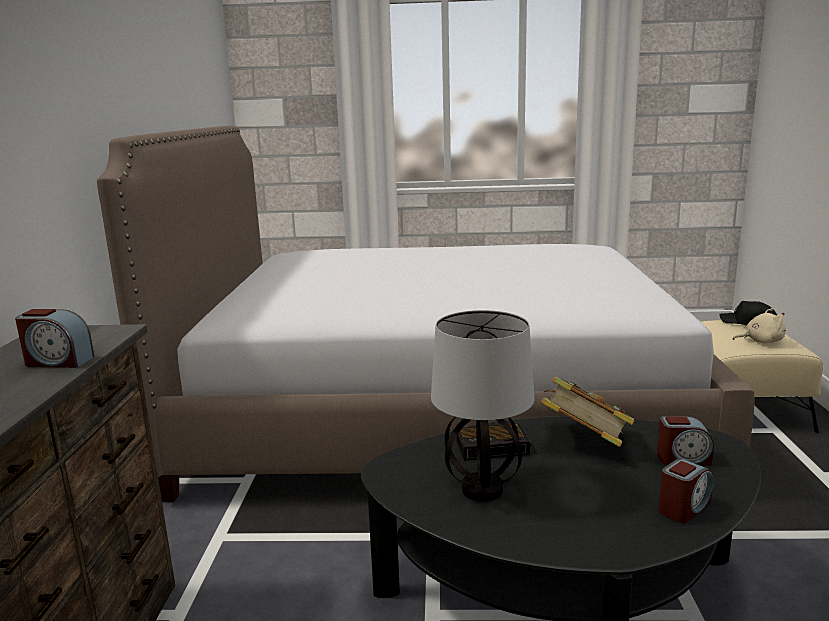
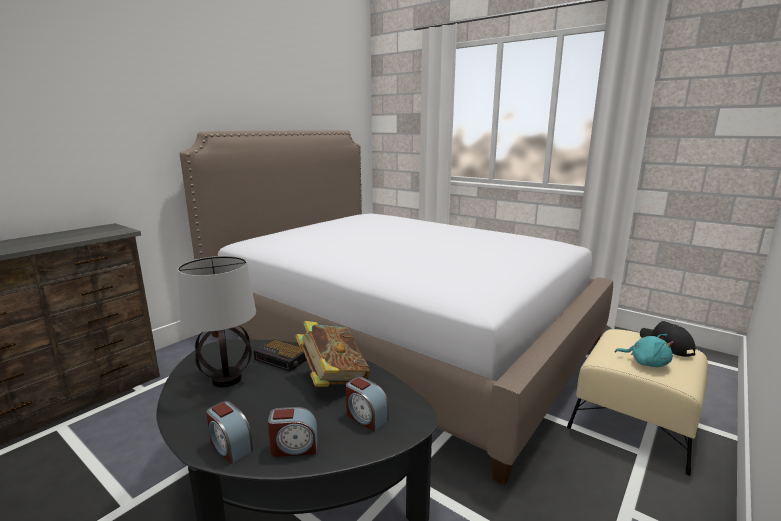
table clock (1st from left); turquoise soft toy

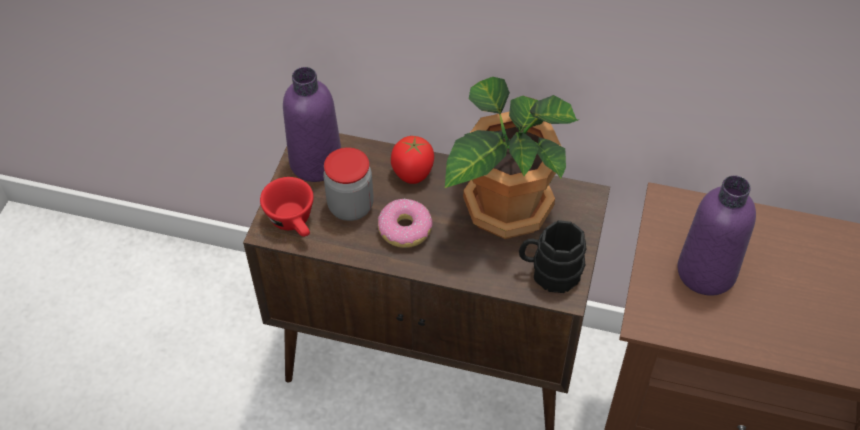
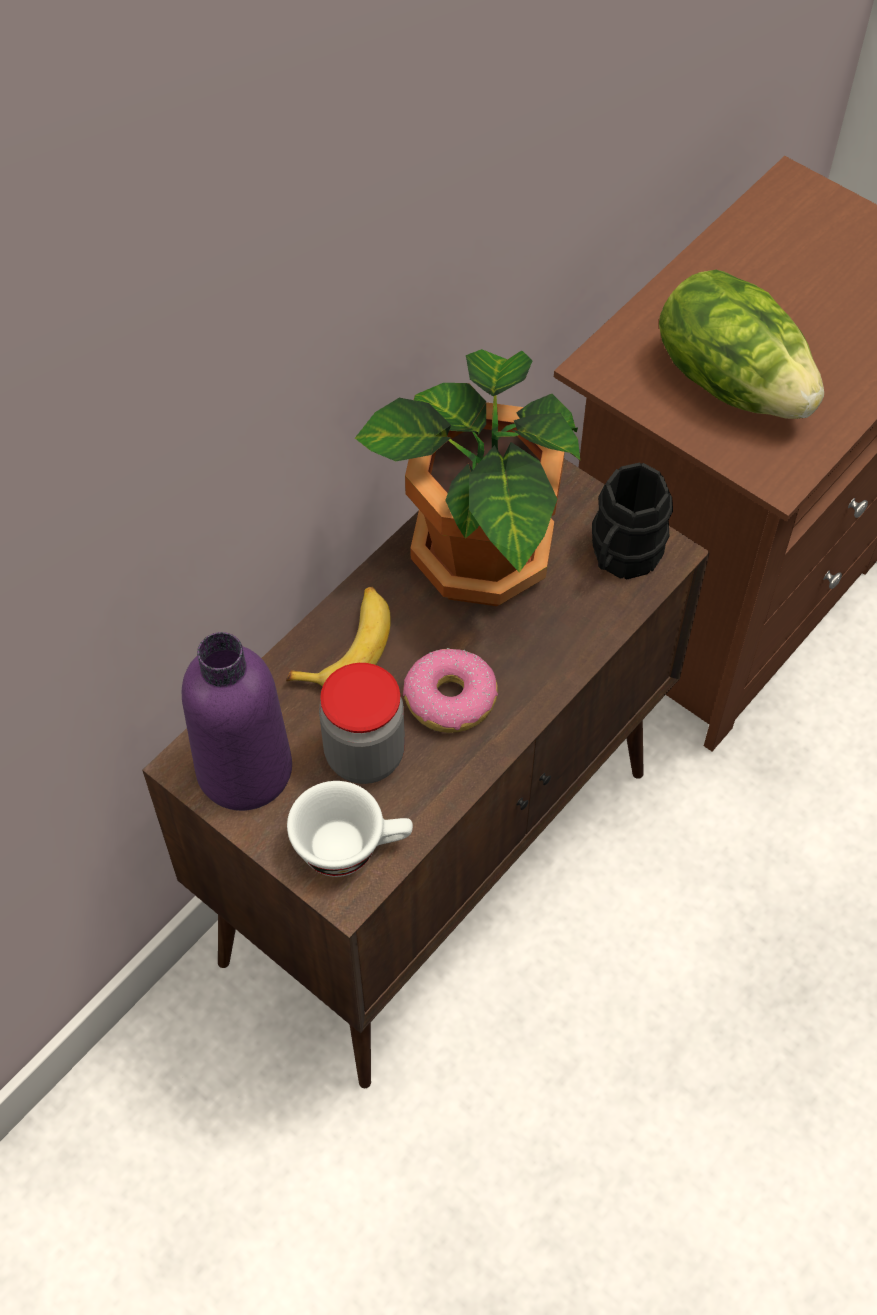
banana fruit; white small cup; head of lettuce

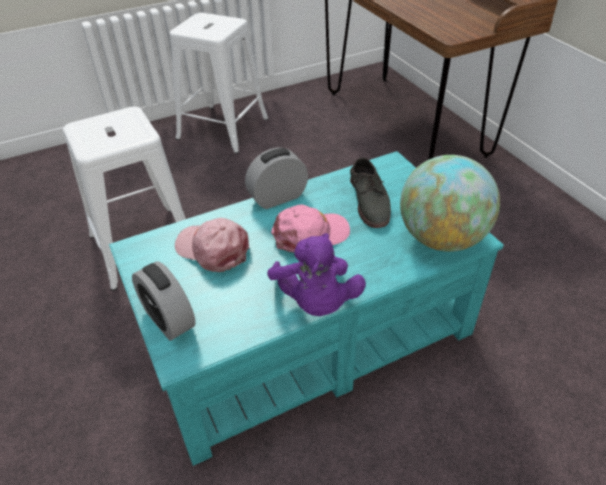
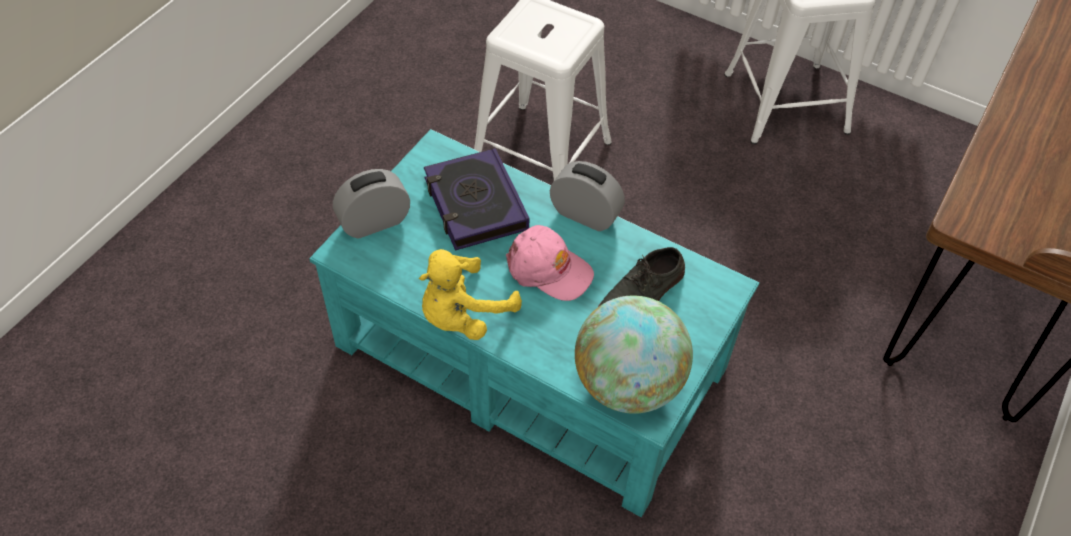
table clock (1st from left); yellow-coloured soft toy; bound book

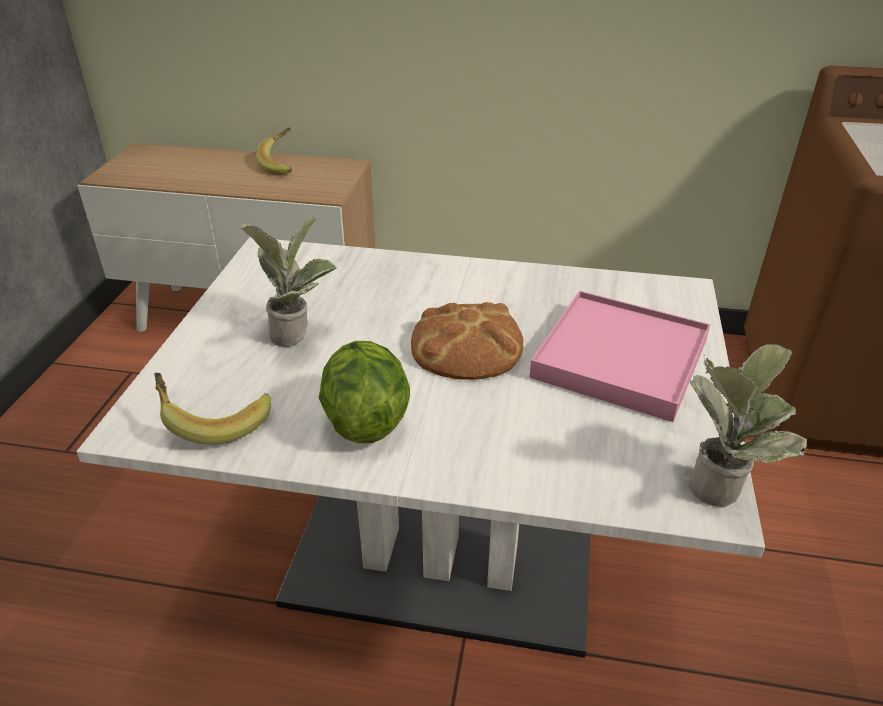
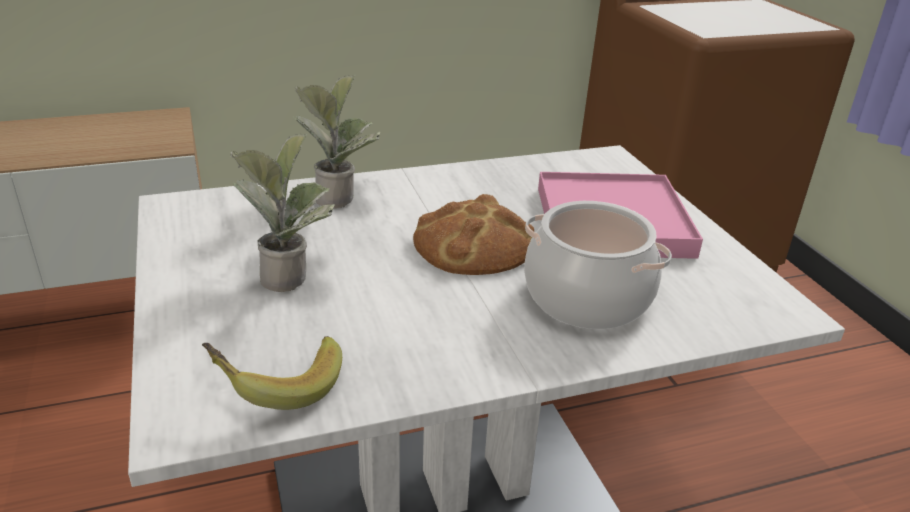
houseplant (2nd from left); stockpot; banana fruit (2nd from left in the first image); head of lettuce

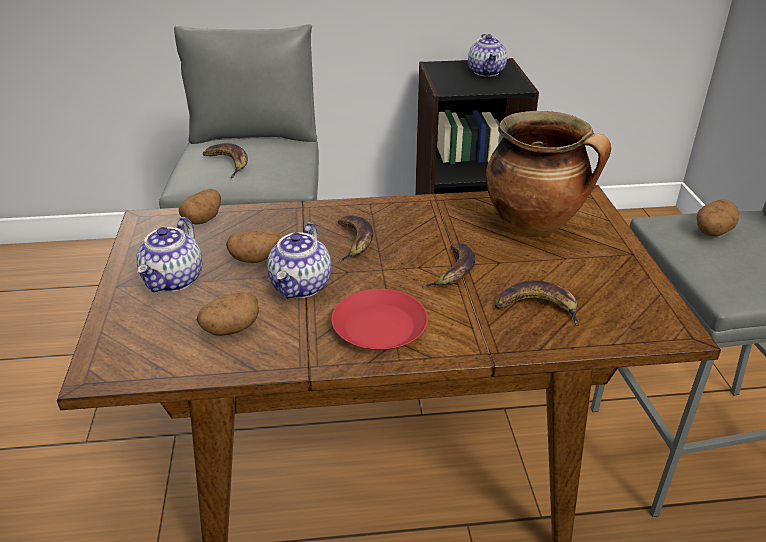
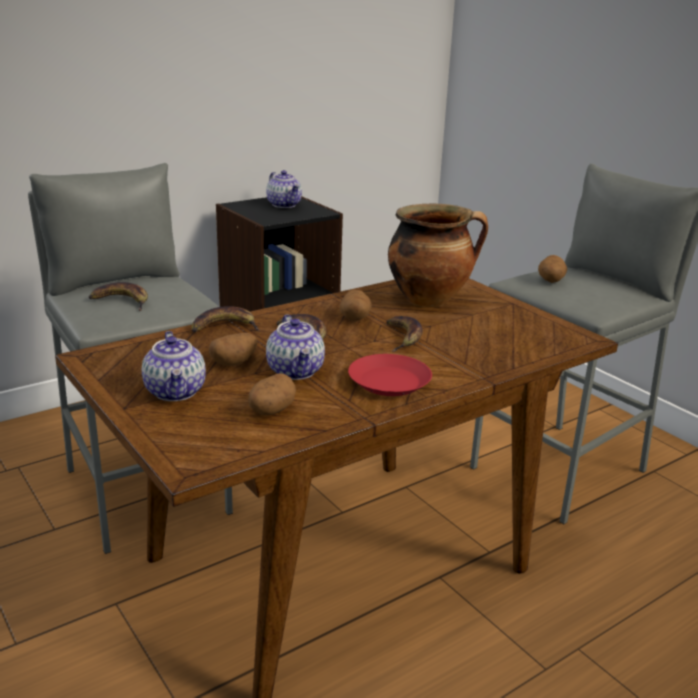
banana fruit (2nd from left); spud (3rd from left)

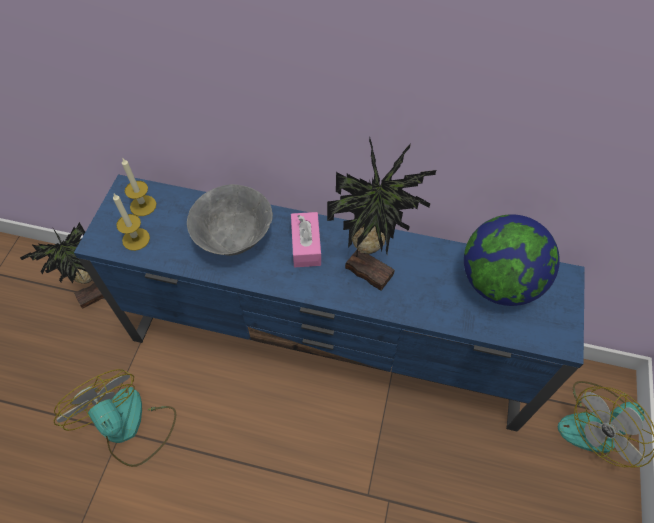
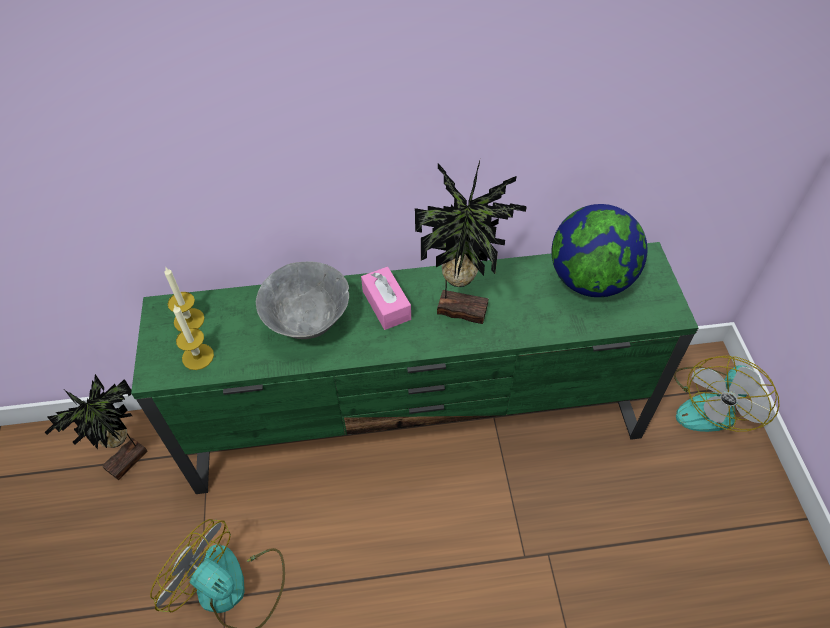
green media console

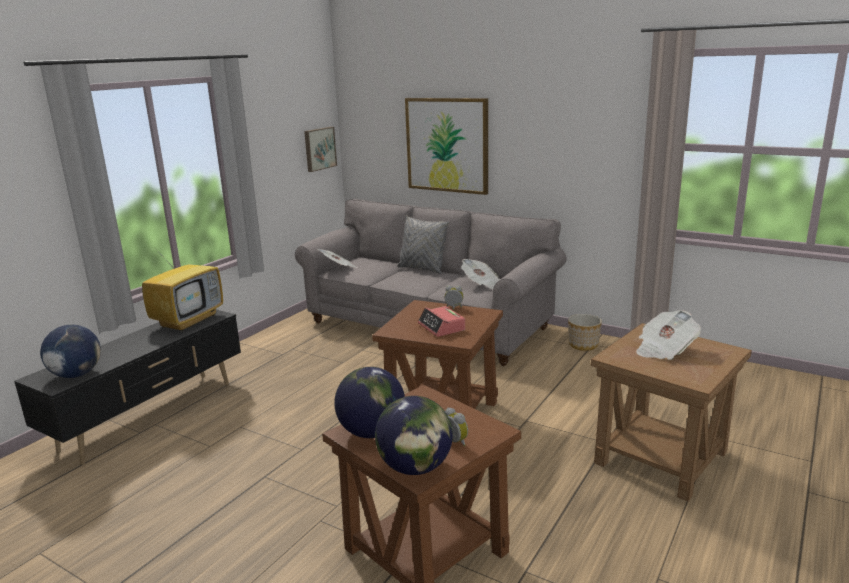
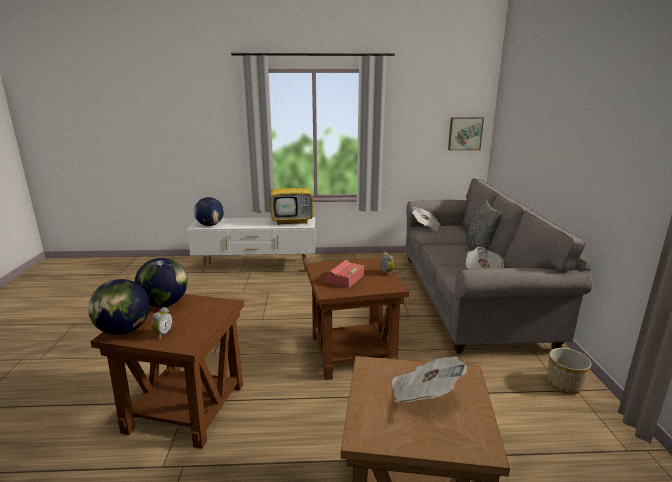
white media console; wall art (2nd from left in the first image)

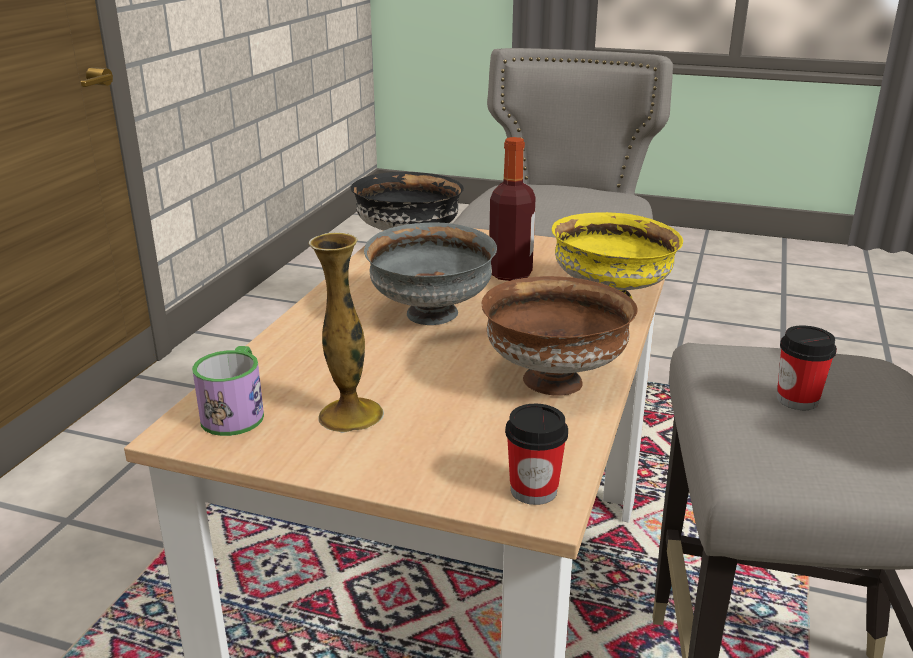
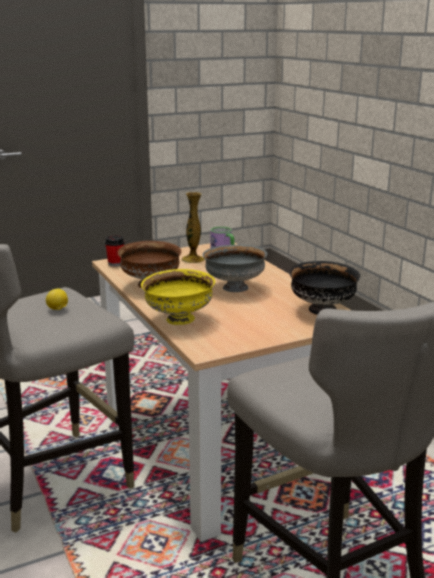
lemon; bottle

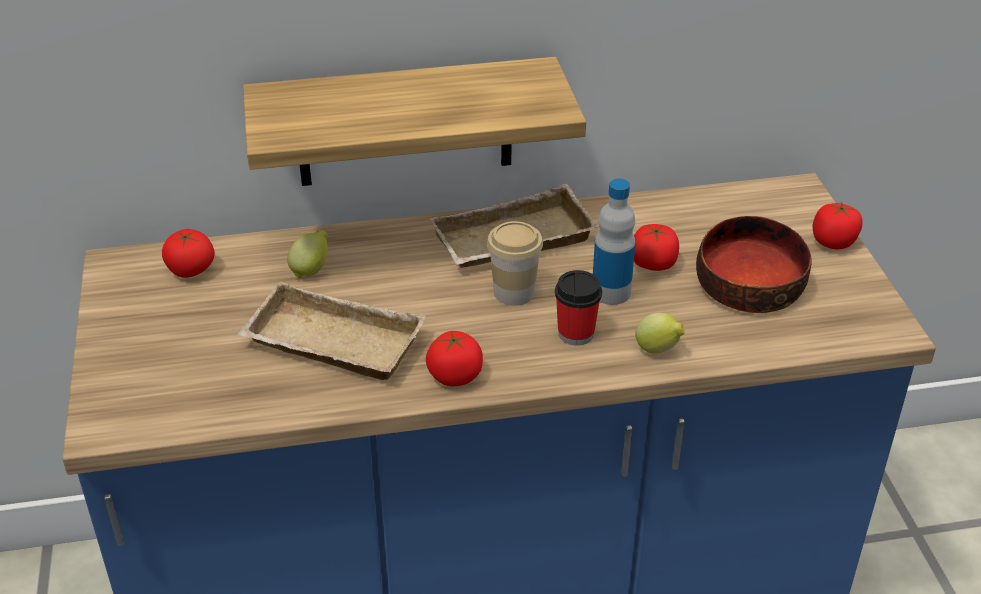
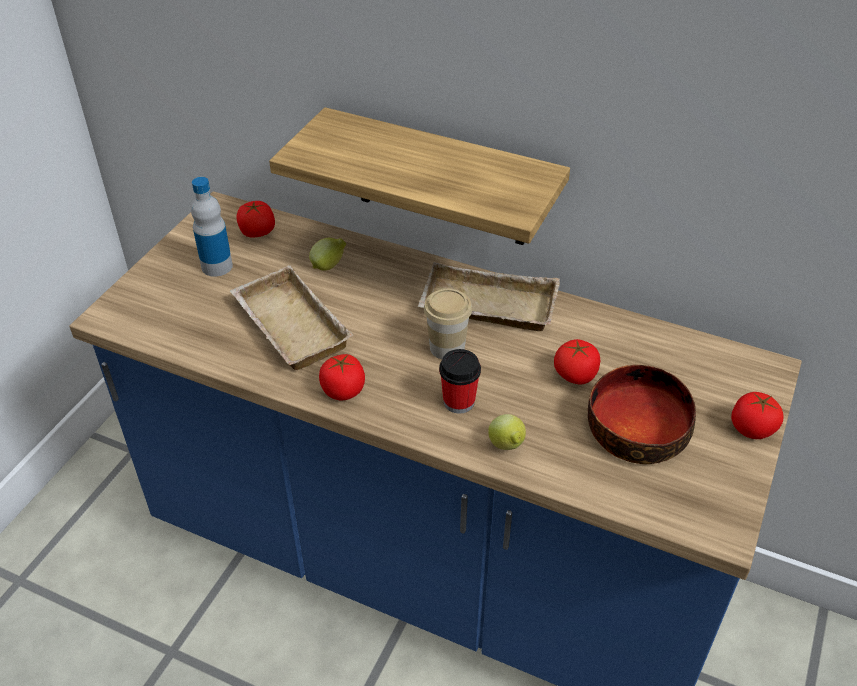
bottle

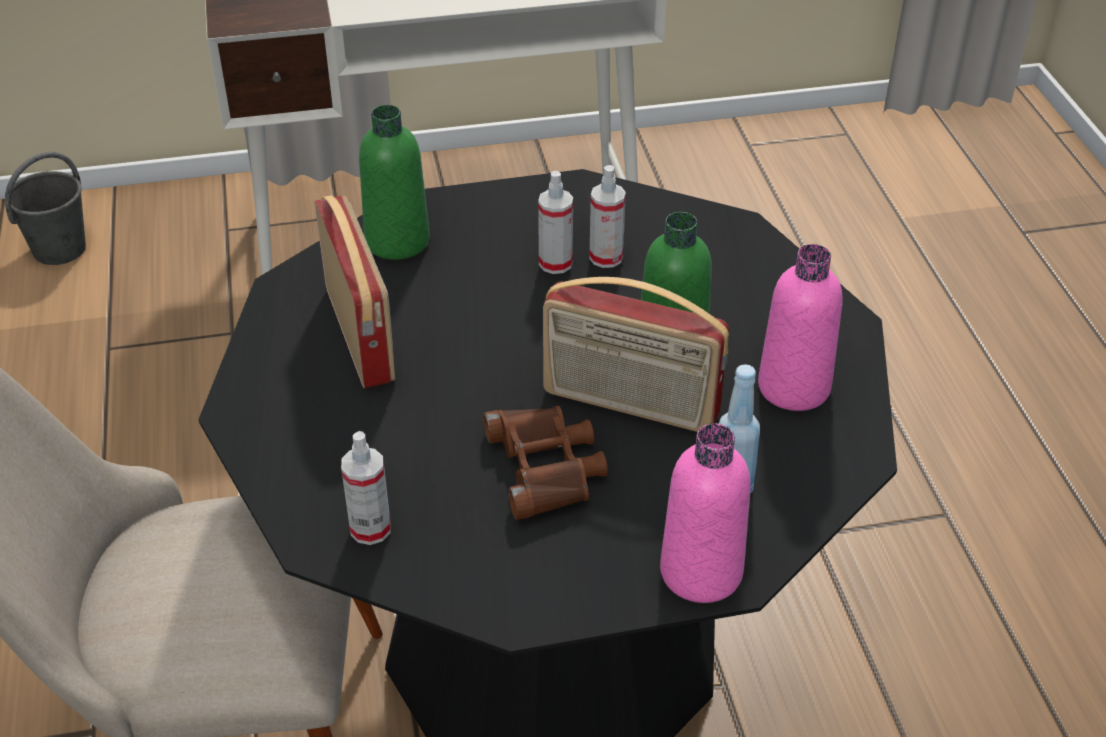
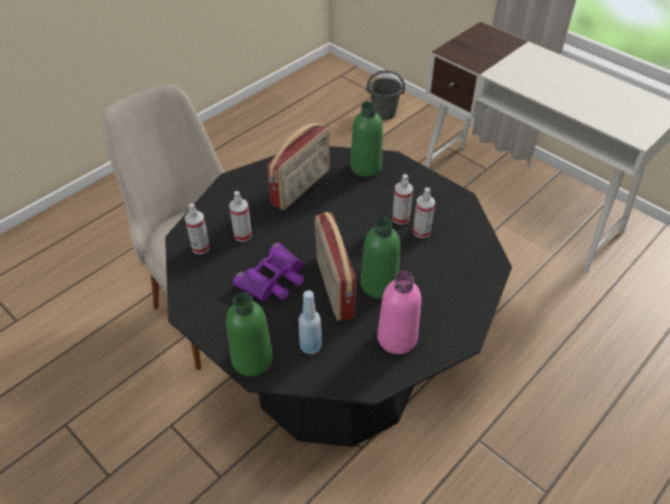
green bottle (1st from left); sprayer (2nd from left); purplish binoculars

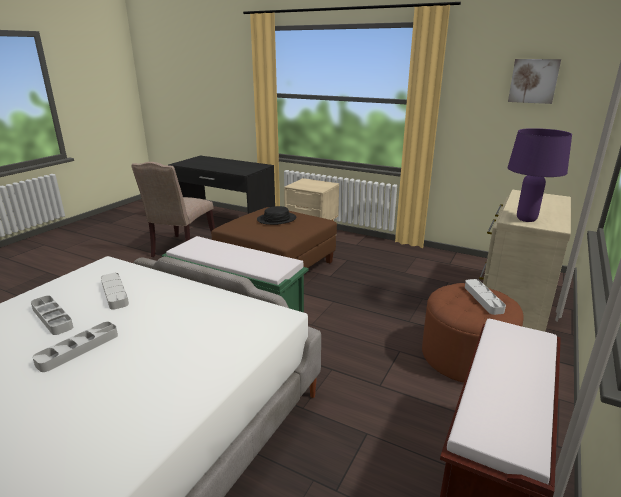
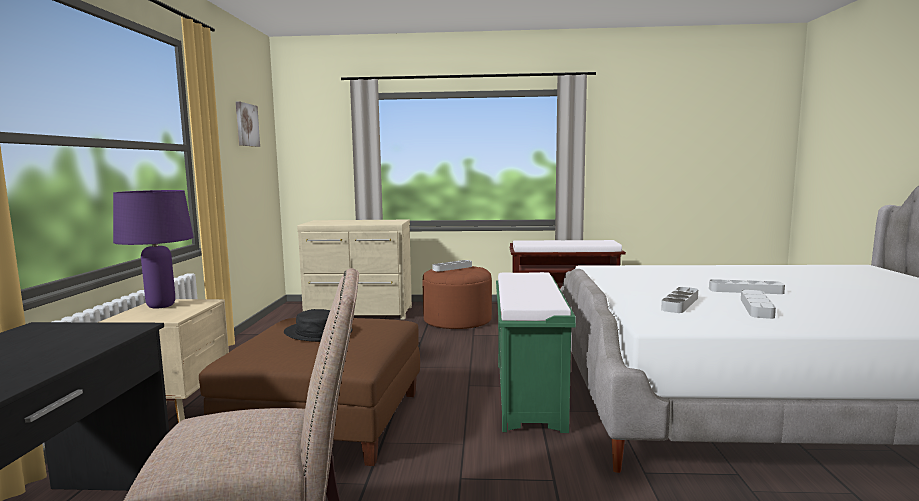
purplish tabletop lamp

